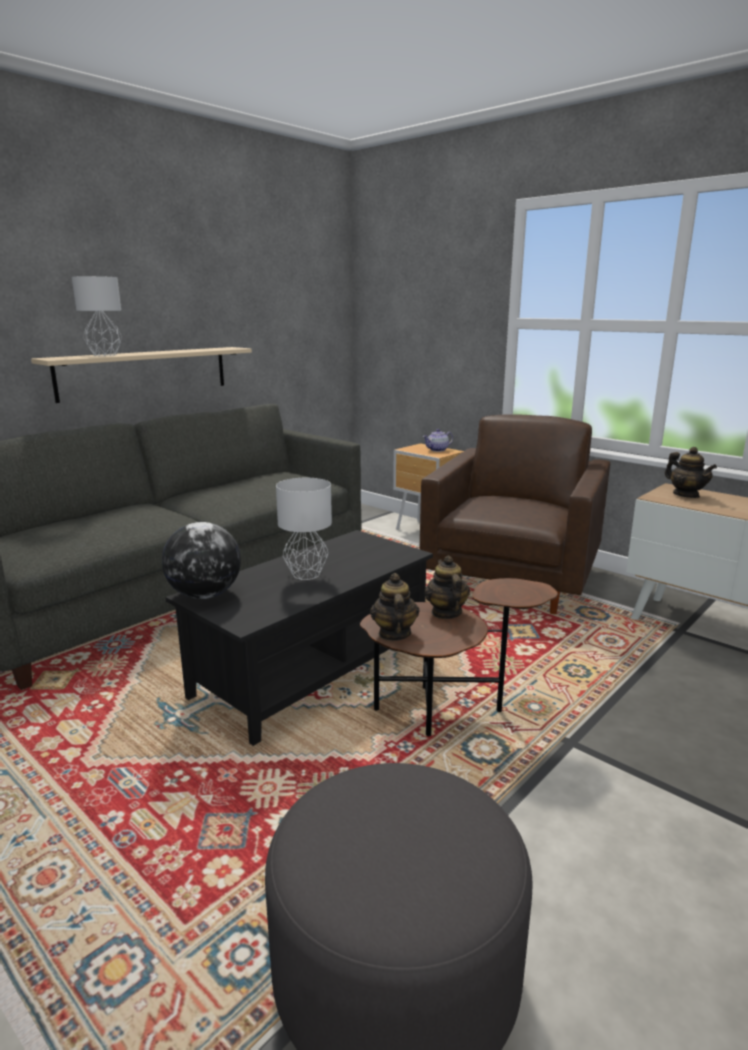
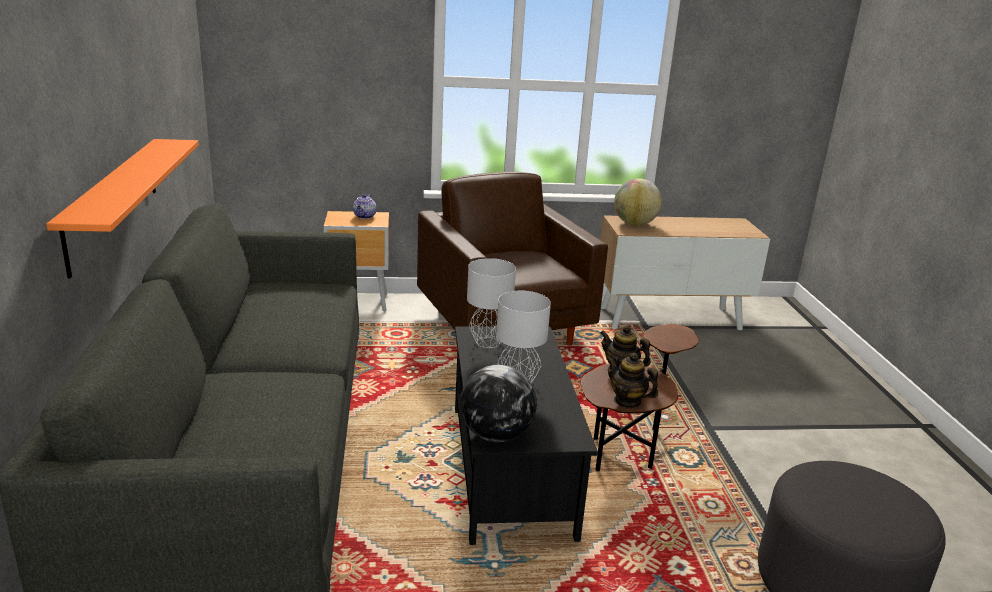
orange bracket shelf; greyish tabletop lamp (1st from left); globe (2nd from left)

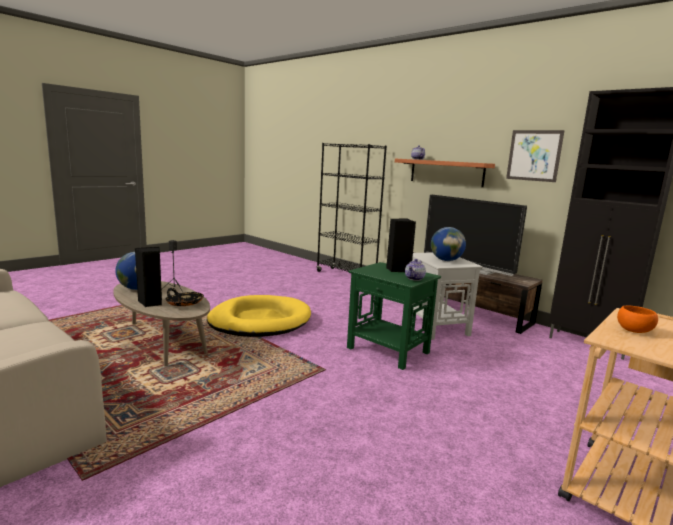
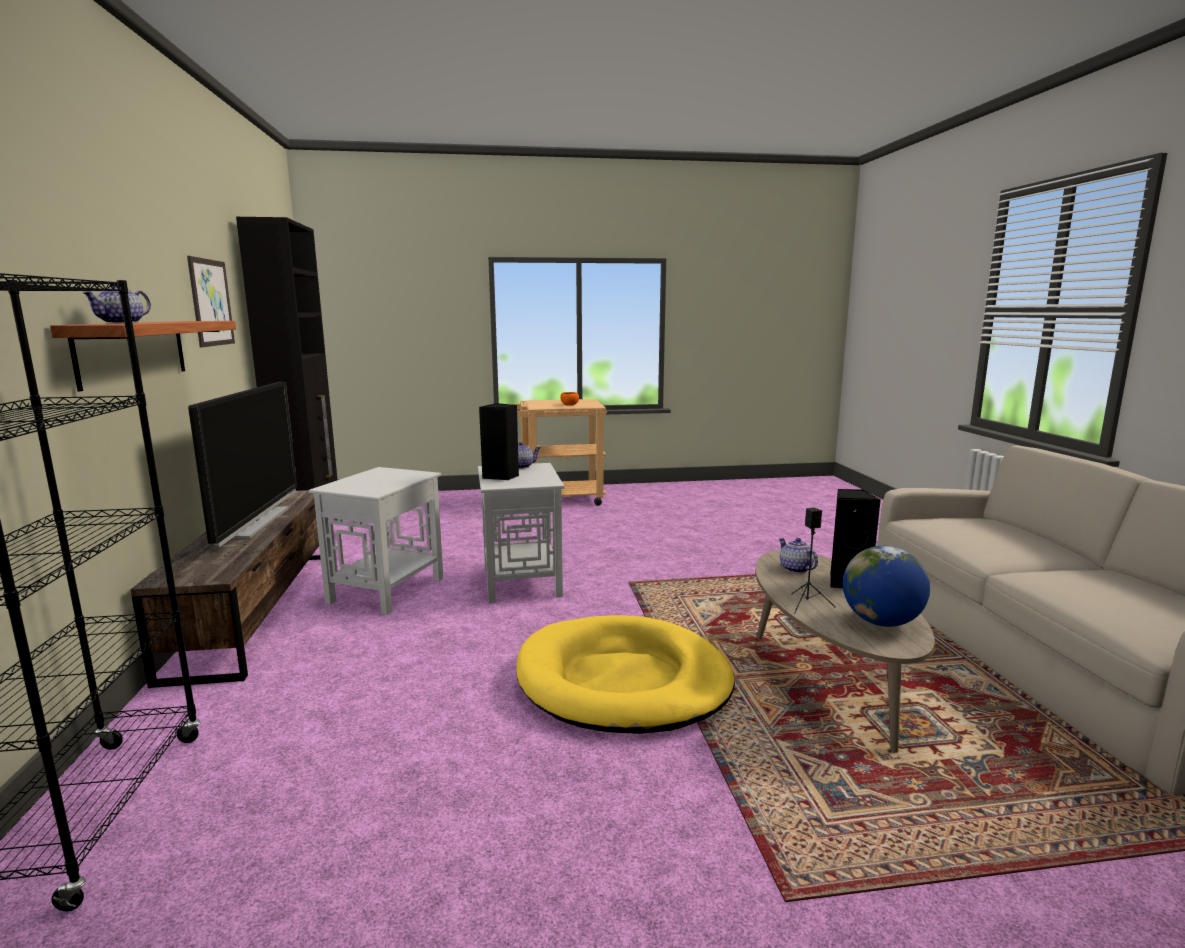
white end table (2nd from left); pot for tea (3rd from left); globe (2nd from left in the first image)

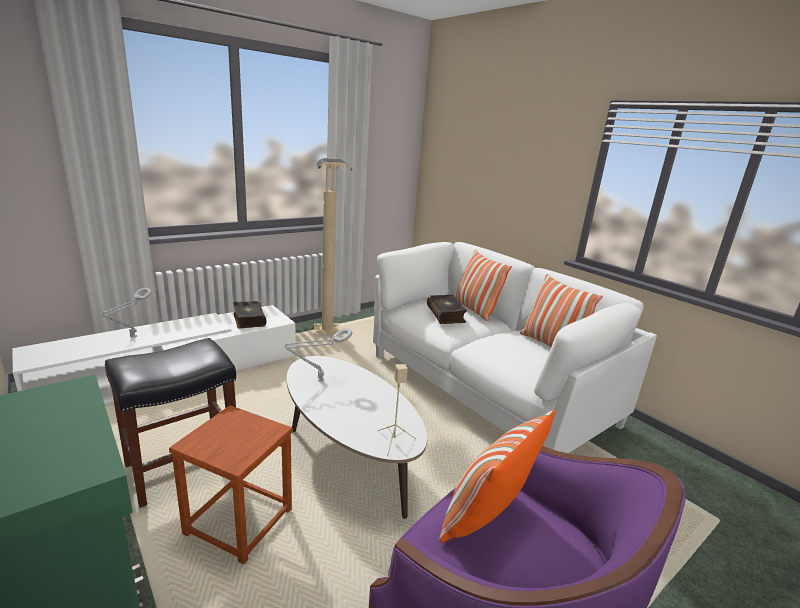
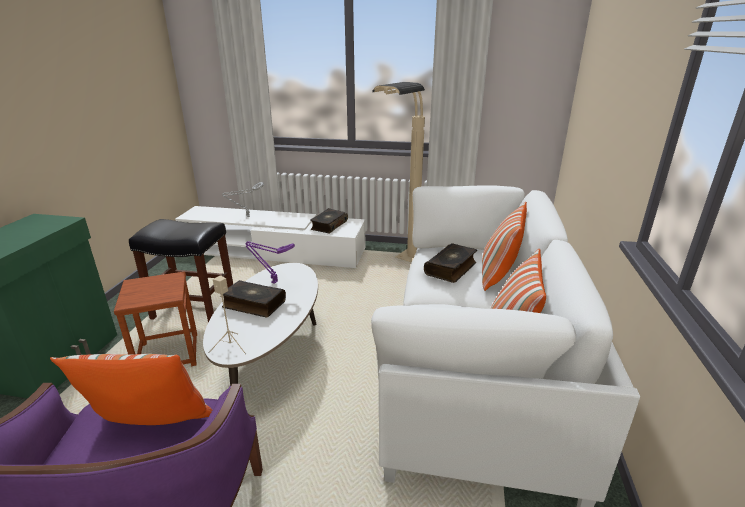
bound book (1st from left); purplish tabletop lamp

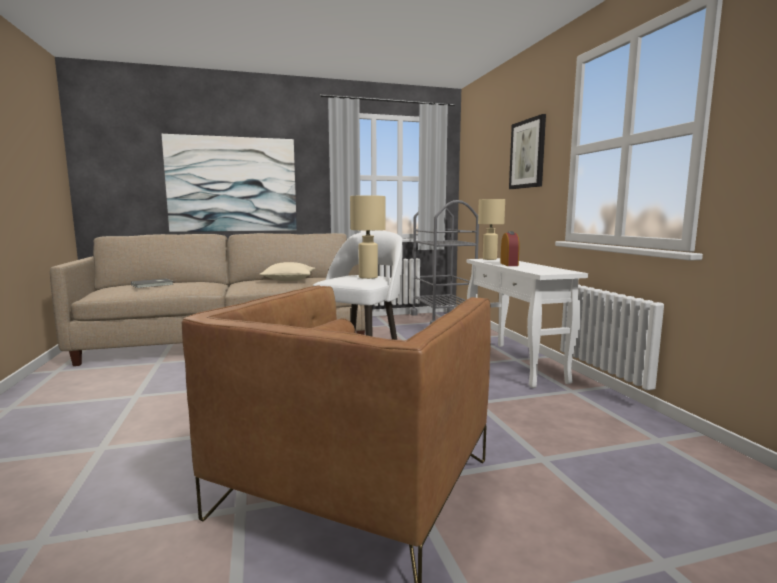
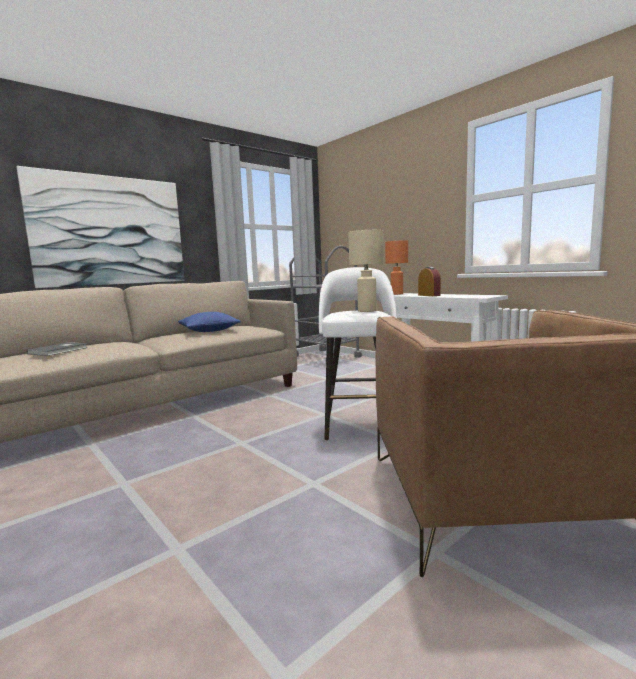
blue cushion; orange tabletop lamp; wall art (2nd from left in the first image)

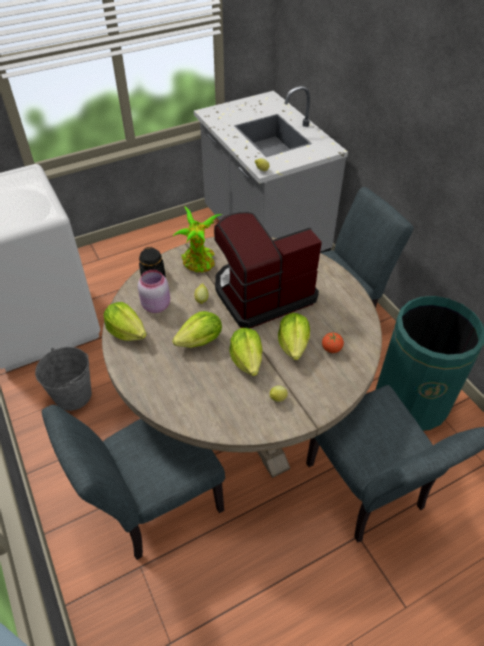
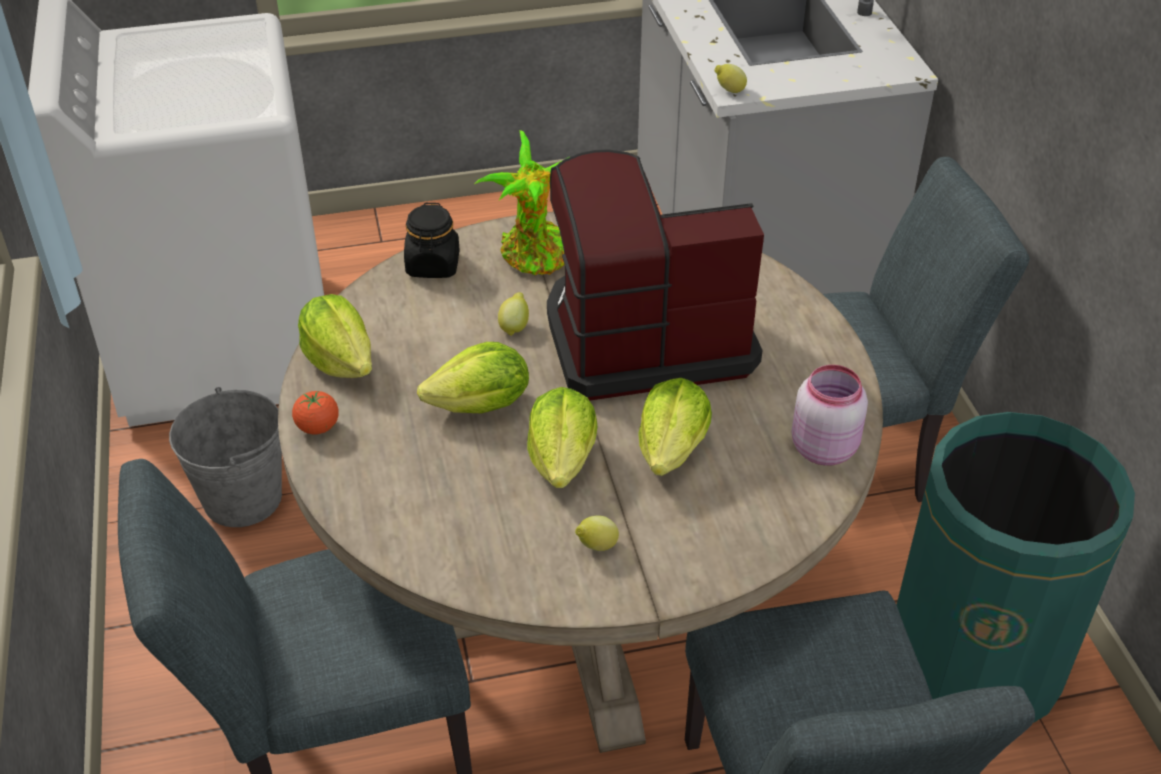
tomato; pink-coloured preserve jar

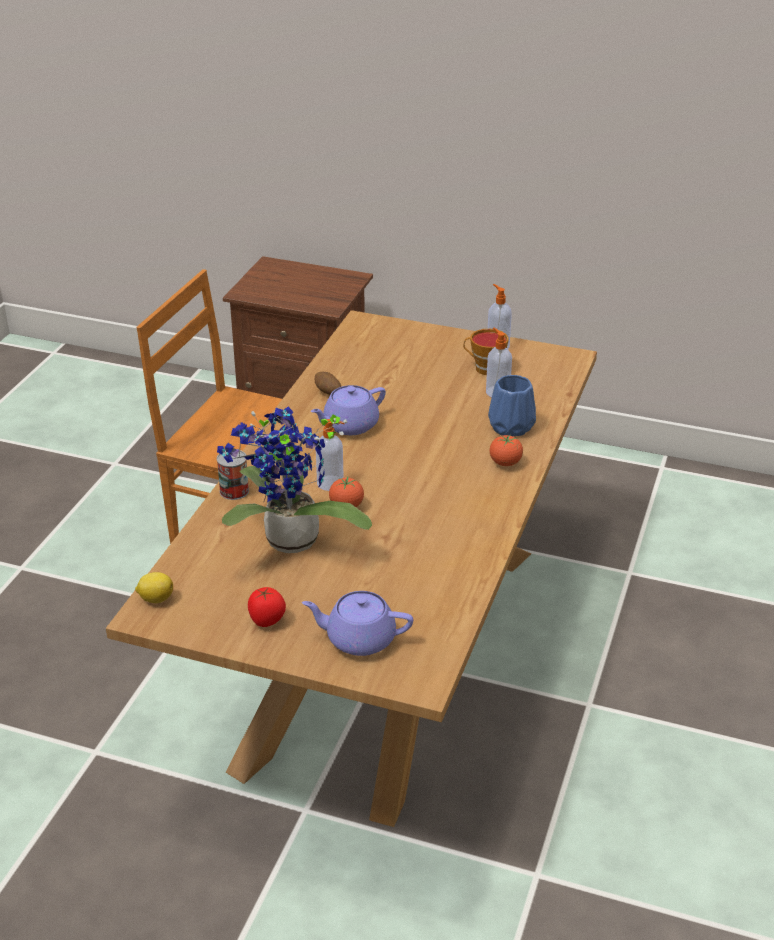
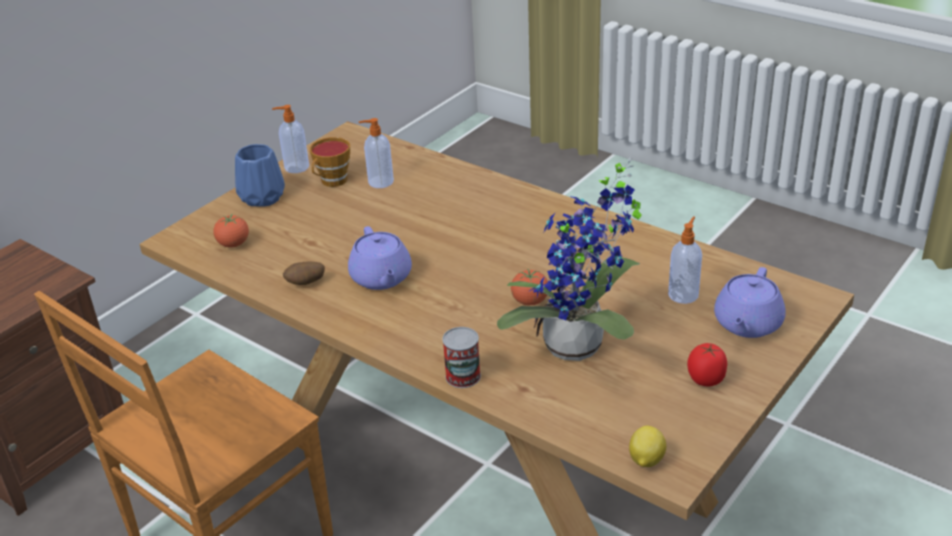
tomato (1st from left); blue flower vase; liquid soap bottle (3rd from left)

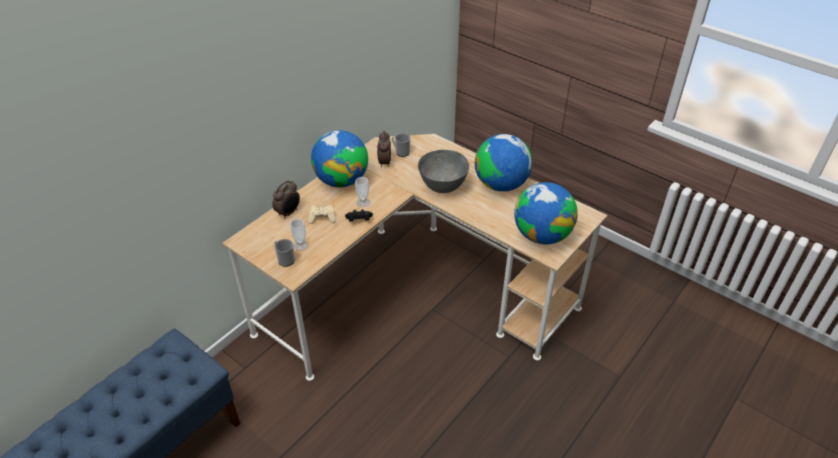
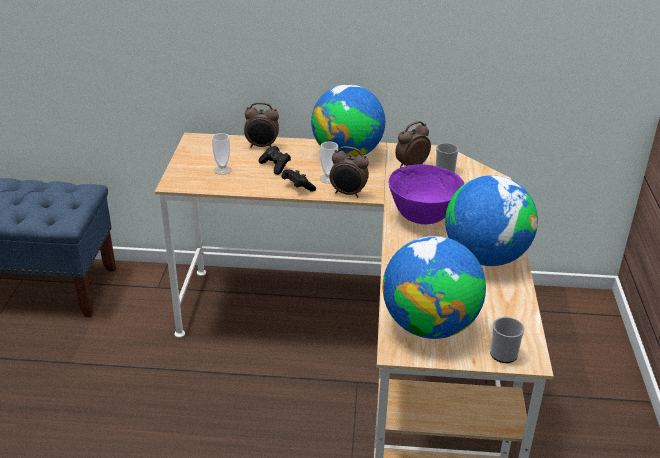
blackish joypad (1st from left); table clock (2nd from left); purplish serving bowl; tea mug (2nd from left)

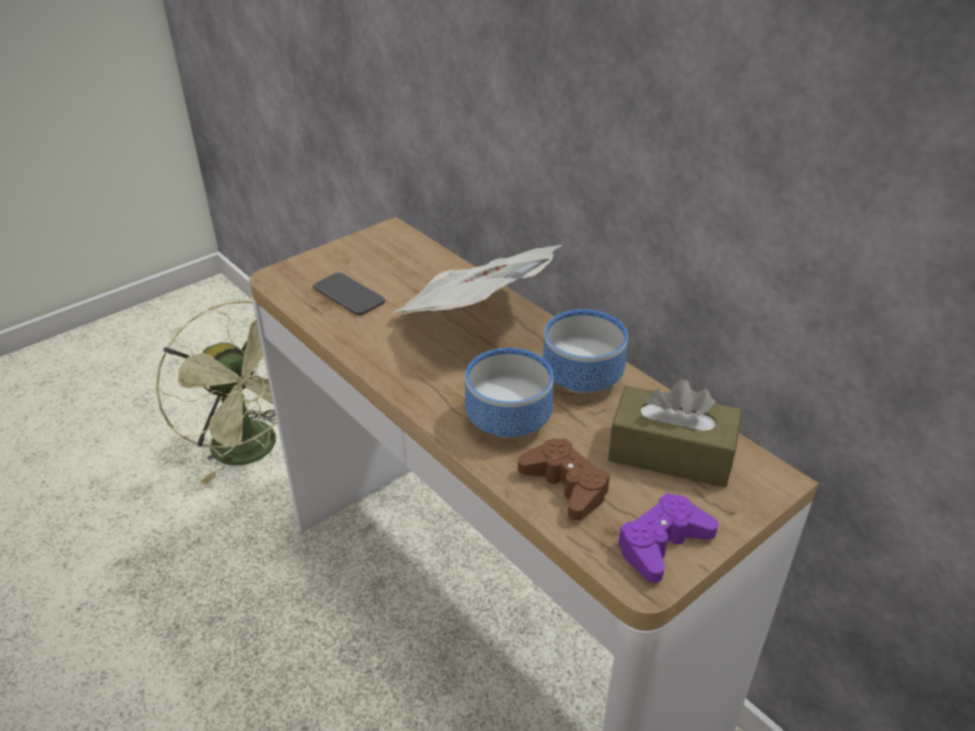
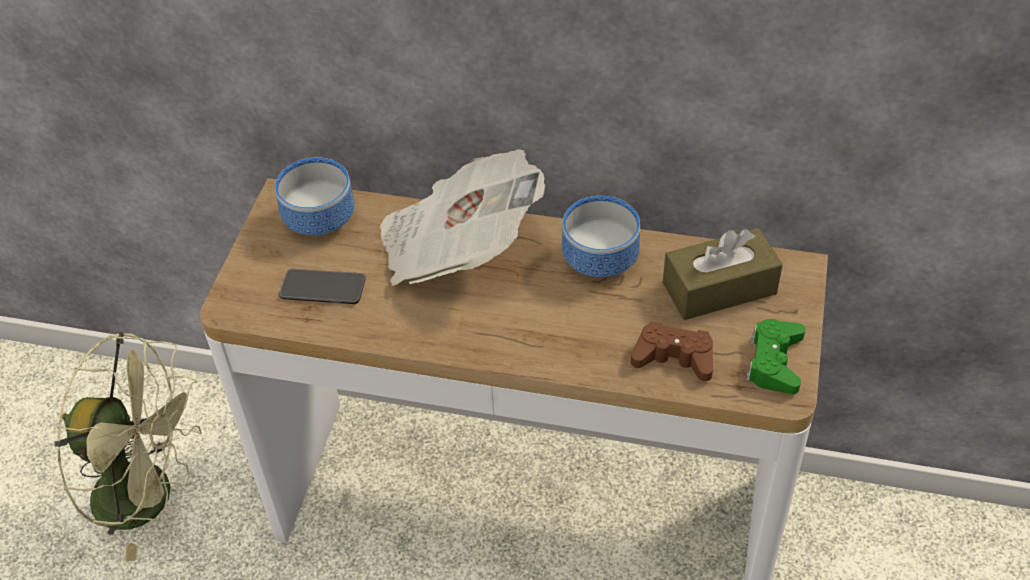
serving bowl (1st from left); green joypad

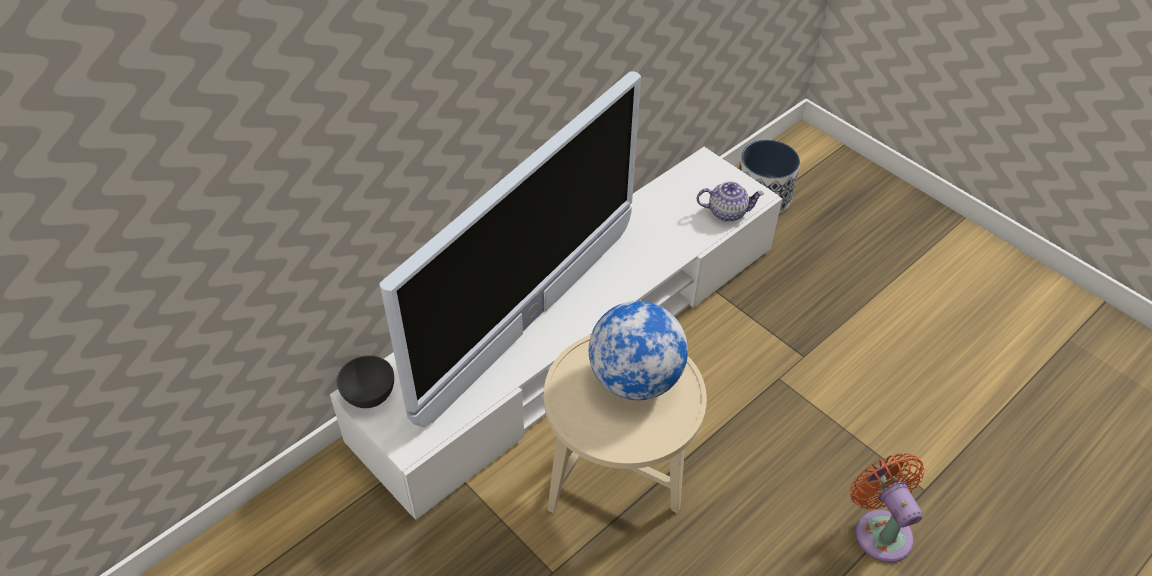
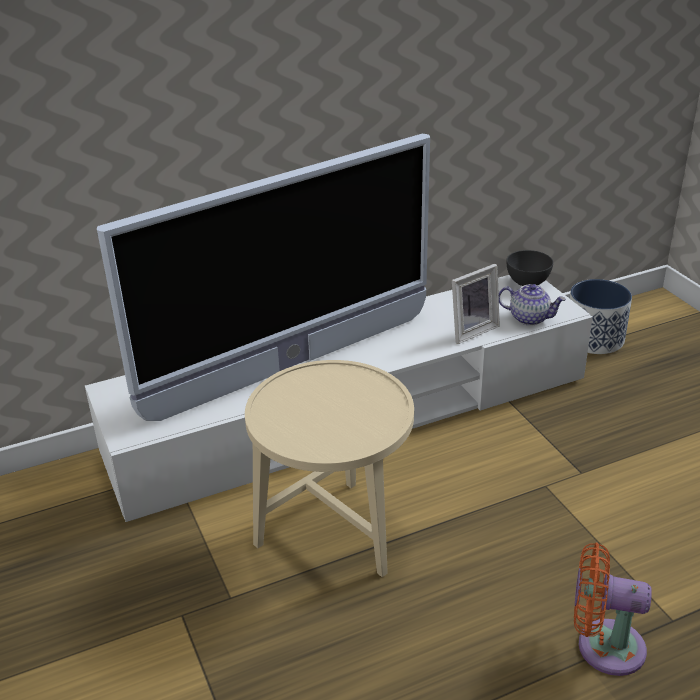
photo frame; greyish serving bowl; orange fan; globe

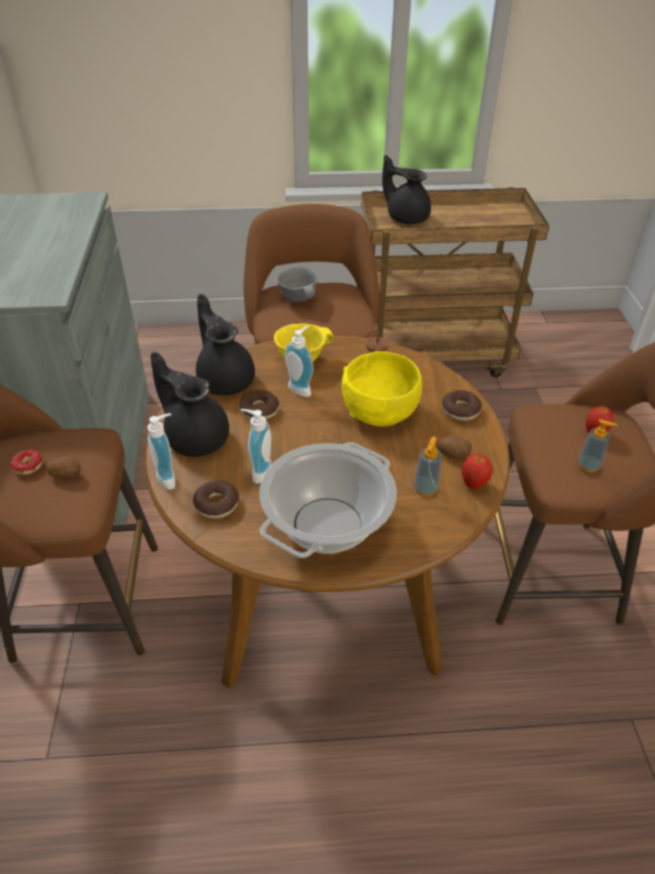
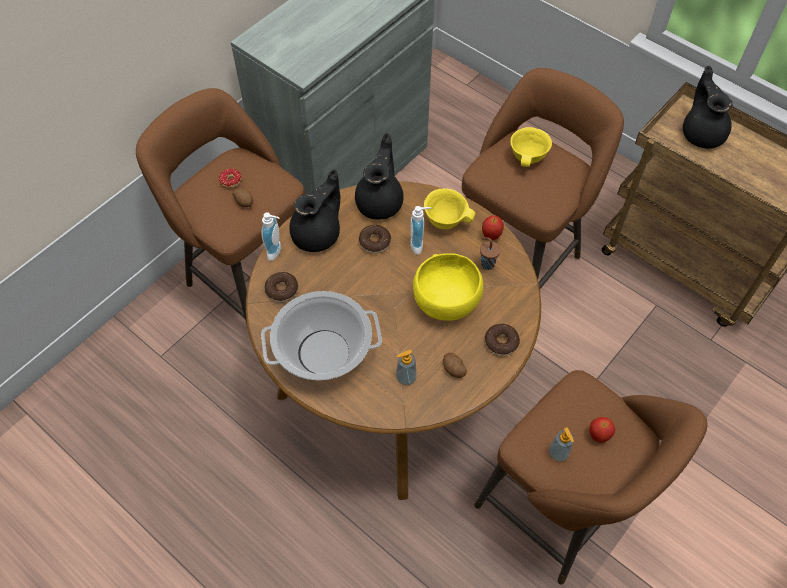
blackish pot for tea (1st from left); apple fruit (1st from left); yellow-coloured serving bowl (3rd from left); liquid soap bottle (2nd from left in the first image)

